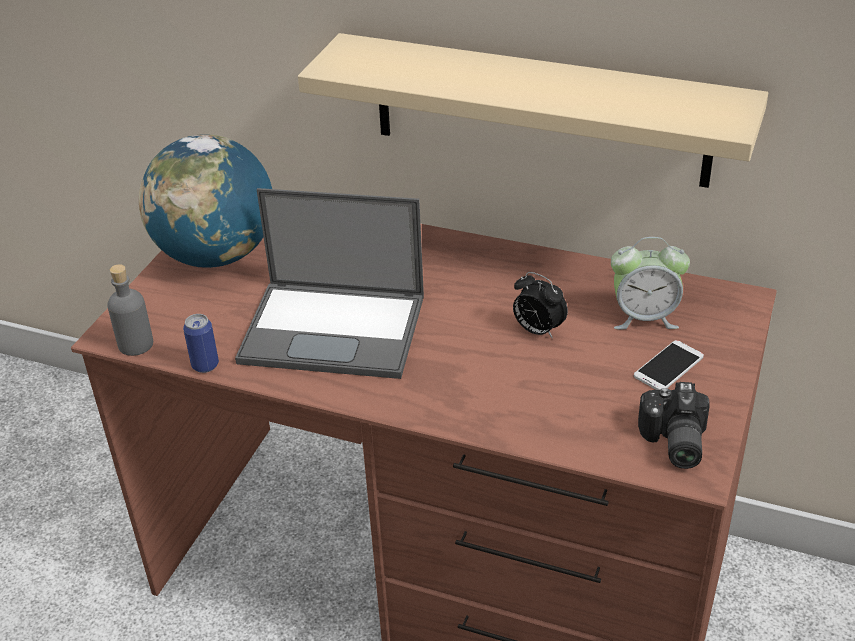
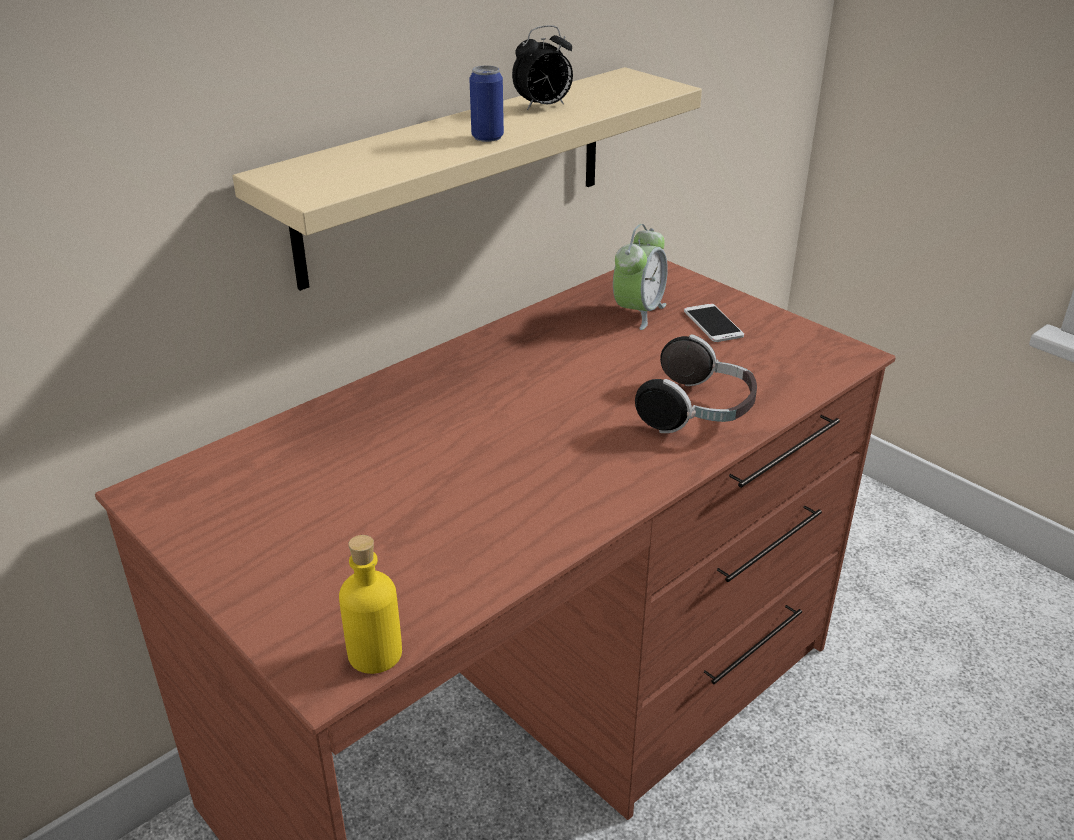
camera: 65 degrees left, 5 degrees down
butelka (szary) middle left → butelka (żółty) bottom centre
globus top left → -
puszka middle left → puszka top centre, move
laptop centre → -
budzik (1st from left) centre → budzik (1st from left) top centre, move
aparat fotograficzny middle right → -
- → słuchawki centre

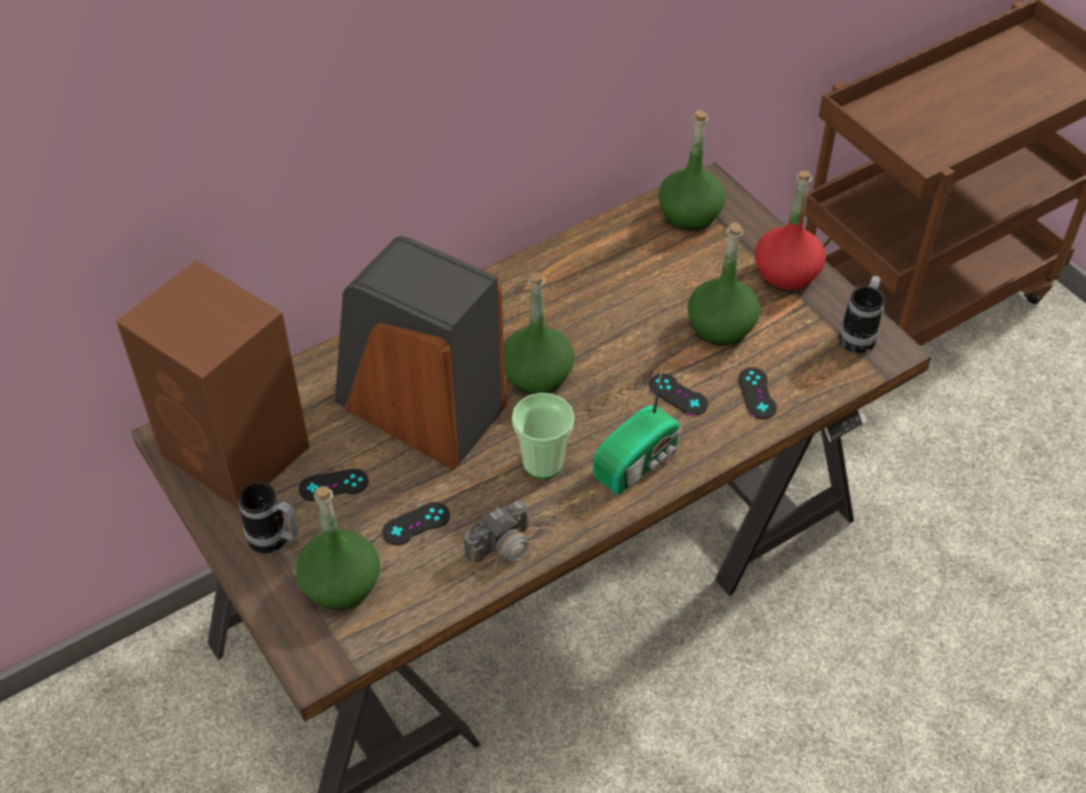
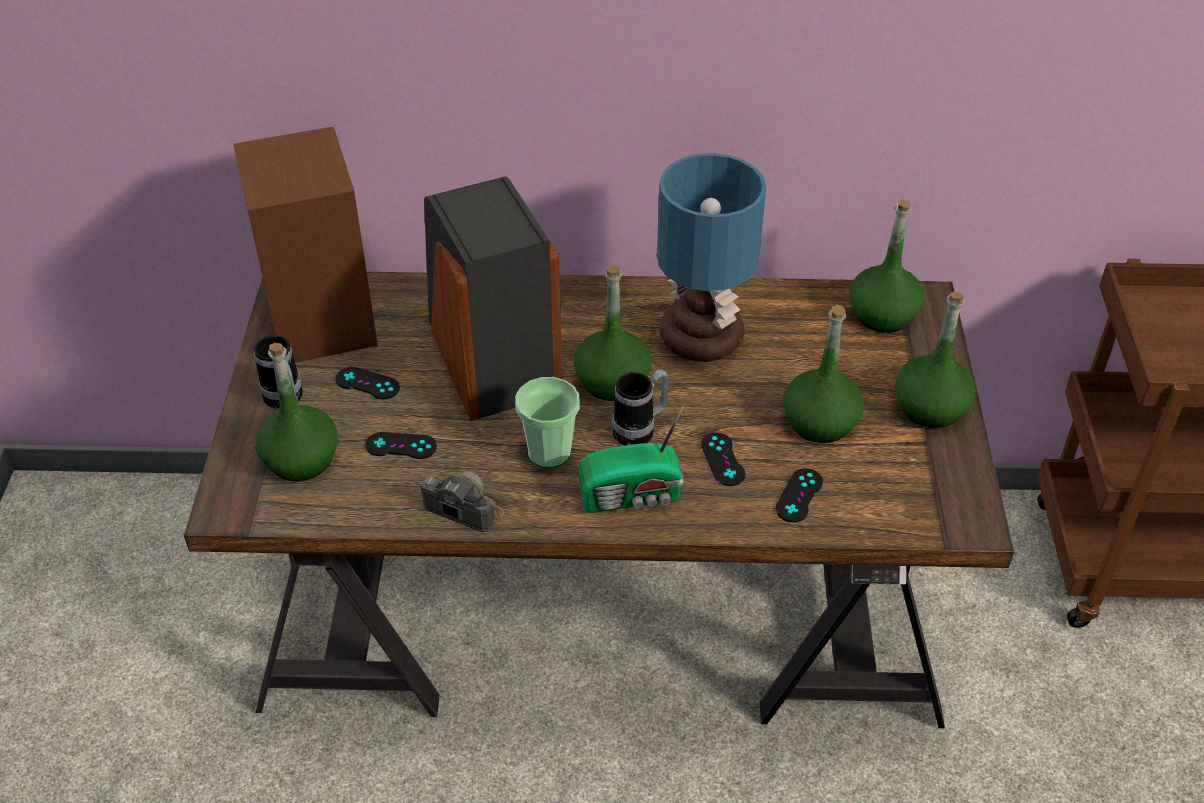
camera: 35 degrees right, 5 degrees down
aparat fotograficzny bottom centre → aparat fotograficzny centre, 150 degrees counterclockwise
butelka (czerwony) top right → butelka (zielony) (5th from left) middle right
kubek (2nd from left) middle right → kubek (2nd from left) centre, move
- → lampa stołowa top centre

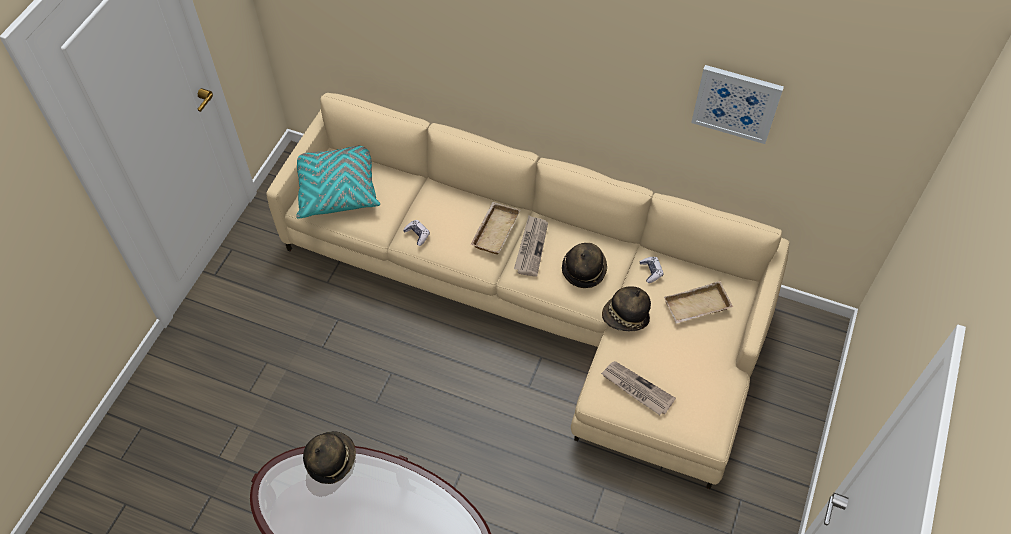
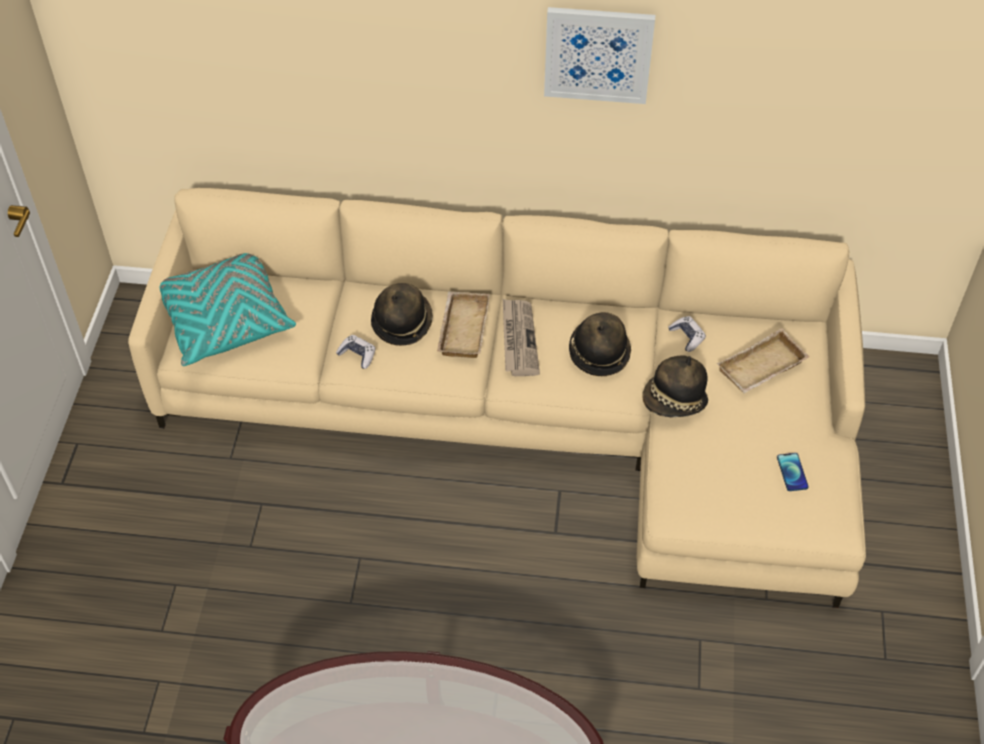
camera: 15 degrees left, 5 degrees down
kapelusz (1st from left) bottom left → kapelusz (1st from left) centre, move
gazeta (2nd from left) bottom centre → -
obraz top right → obraz top centre, move
- → telefon middle right

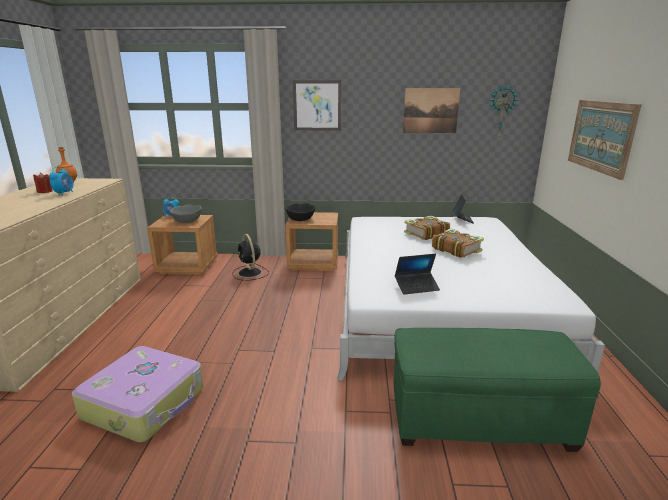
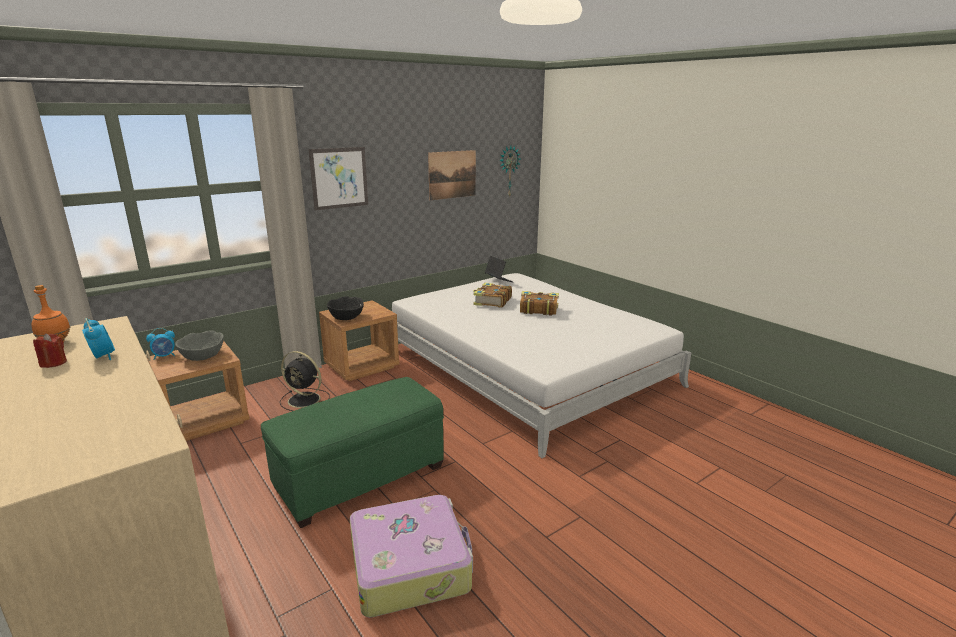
camera: 40 degrees left, 0 degrees up
pufa (zielony) bottom right → pufa (zielony) bottom centre, move
laptop (1st from left) centre → -
obraz (3rd from left) top right → -

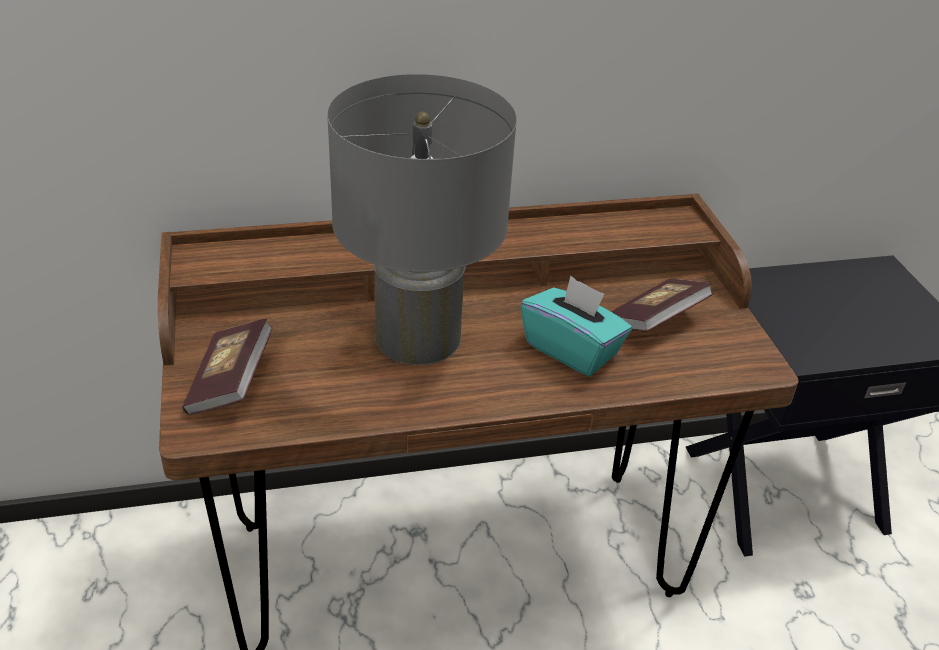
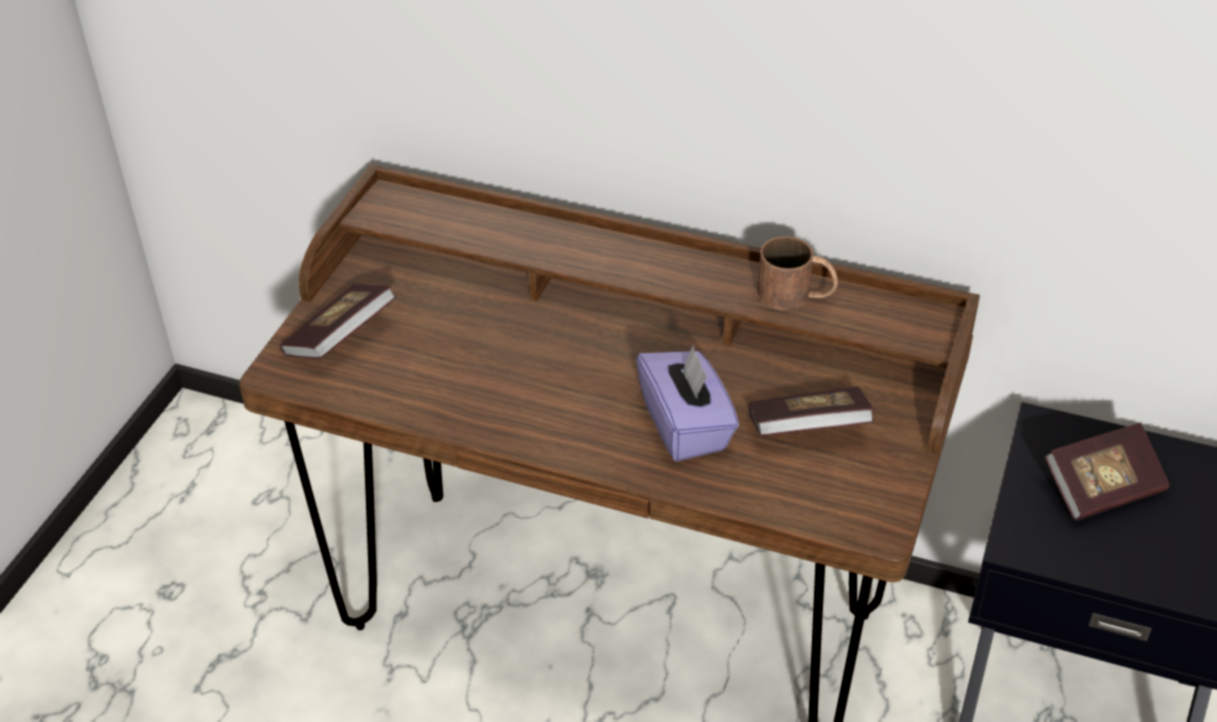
camera: 35 degrees right, 5 degrees up
lampa stołowa (szary) centre → -
pudełko chusteczek (turkusowy) centre → pudełko chusteczek (fioletowy) centre
- → kubek (brązowy) centre
- → książka (3rd from left) middle right

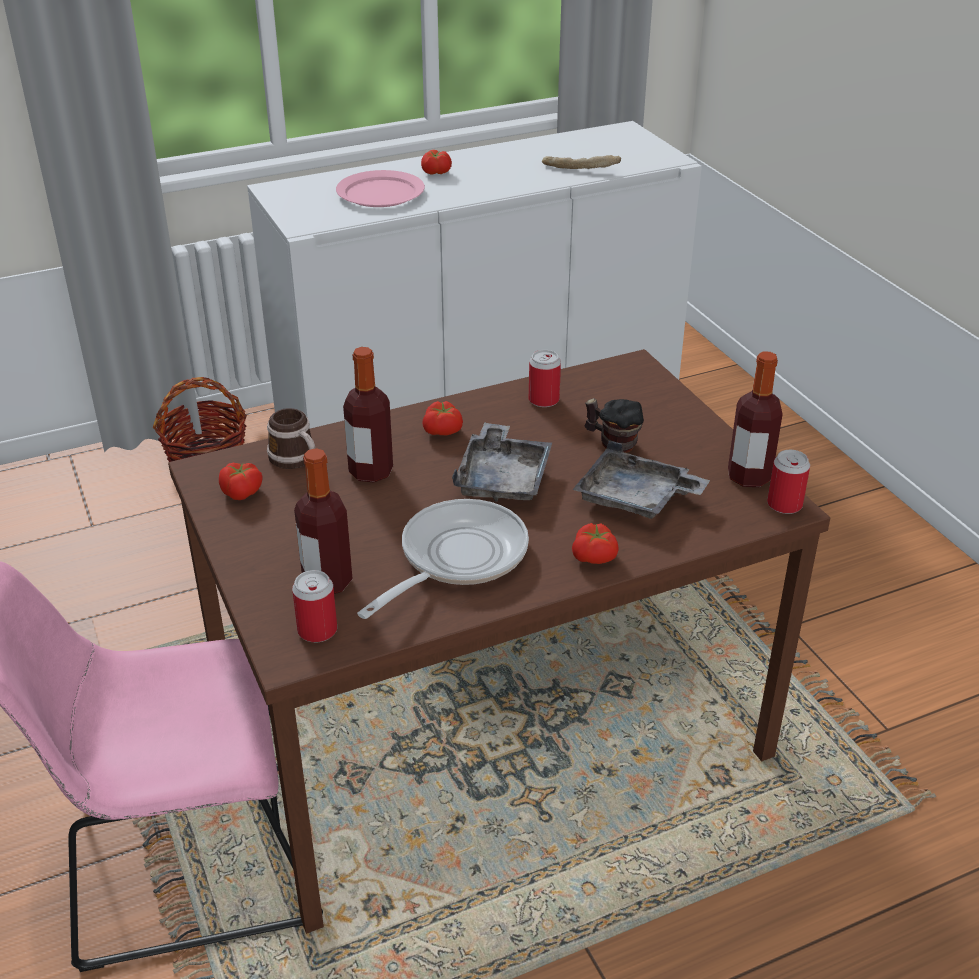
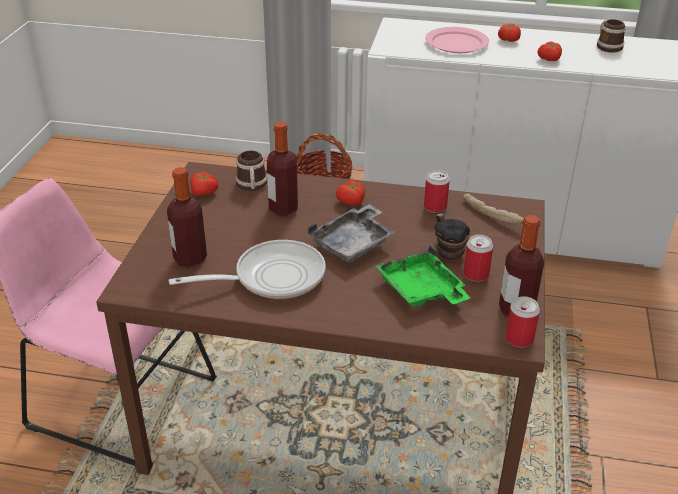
camera: 35 degrees right, 0 degrees up
puszka (1st from left in the first image) middle left → puszka (2nd from left) middle right, move
chleb top centre → chleb middle right, move
taca (szary) (2nd from left) centre → taca (zielony) centre
pomidor (4th from left) centre → pomidor (4th from left) top right, move
- → kubek (3rd from left) top right

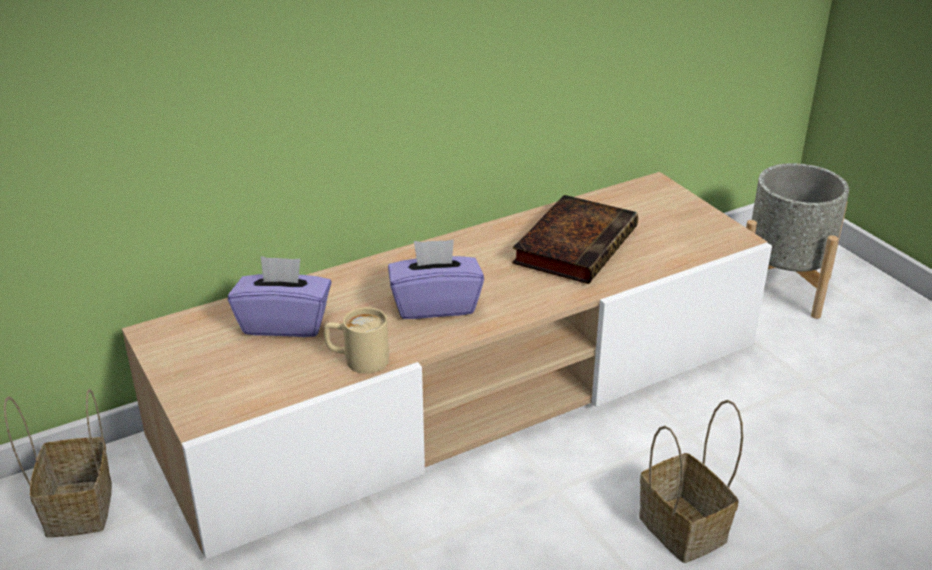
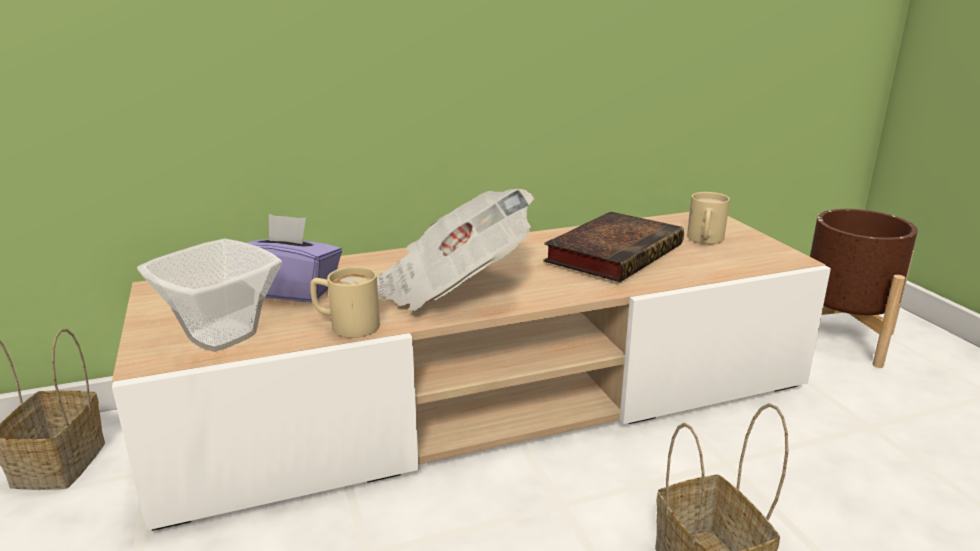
camera: 10 degrees right, 10 degrees down
pudełko chusteczek (fioletowy) (2nd from left) centre → gazeta centre
donica (szary) middle right → donica (brązowy) middle right
- → miska middle left
- → kubek (beżowy) (2nd from left) middle right

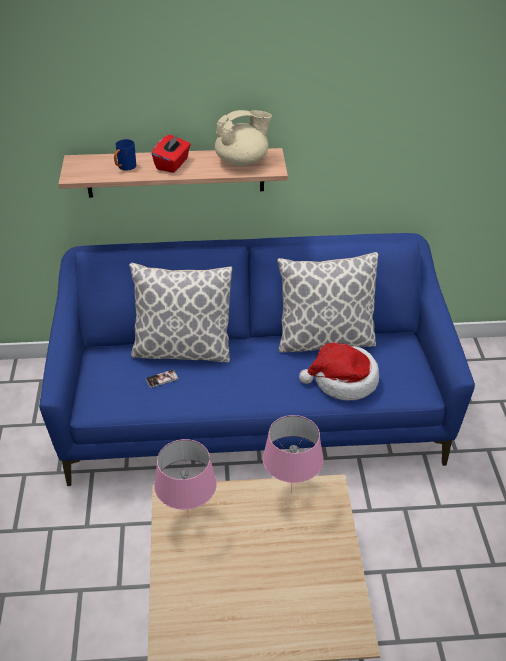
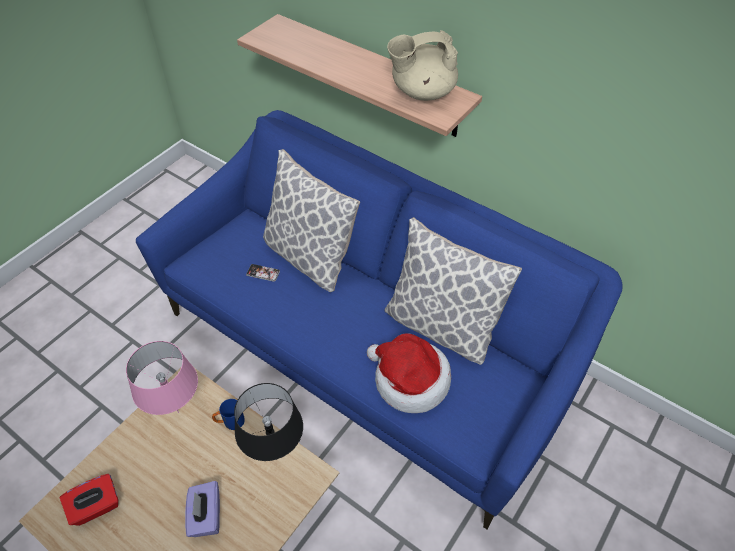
camera: 40 degrees right, 10 degrees up
kubek (niebieski) top left → kubek (niebieski) bottom left, move
pudełko chusteczek (czerwony) top centre → pudełko chusteczek (czerwony) bottom left, move
imbryk (beżowy) top centre, 150 degrees clockwise
lampa stołowa (różowy) (2nd from left) bottom centre → lampa stołowa (czarny) bottom centre
- → pudełko chusteczek (fioletowy) bottom left

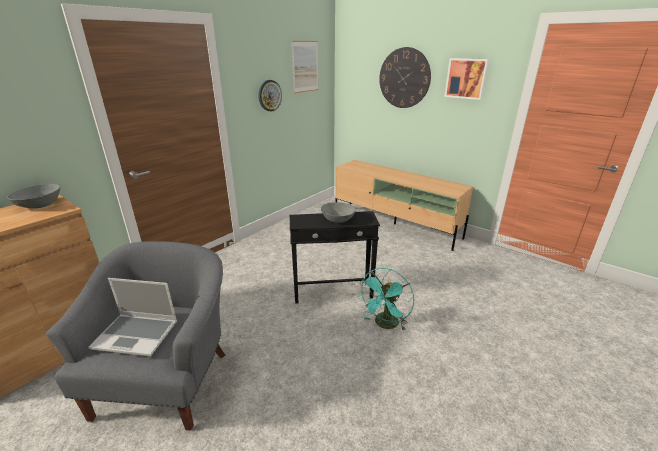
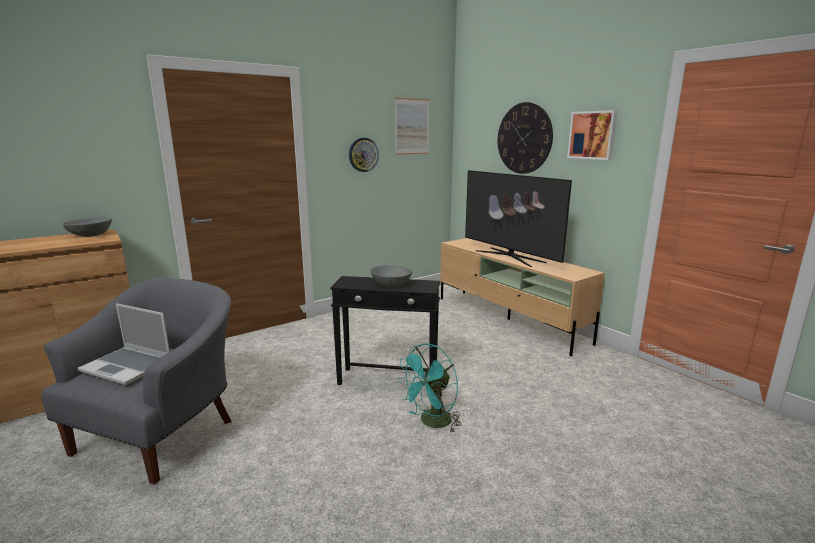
camera: 15 degrees right, 10 degrees down
- → telewizor centre

